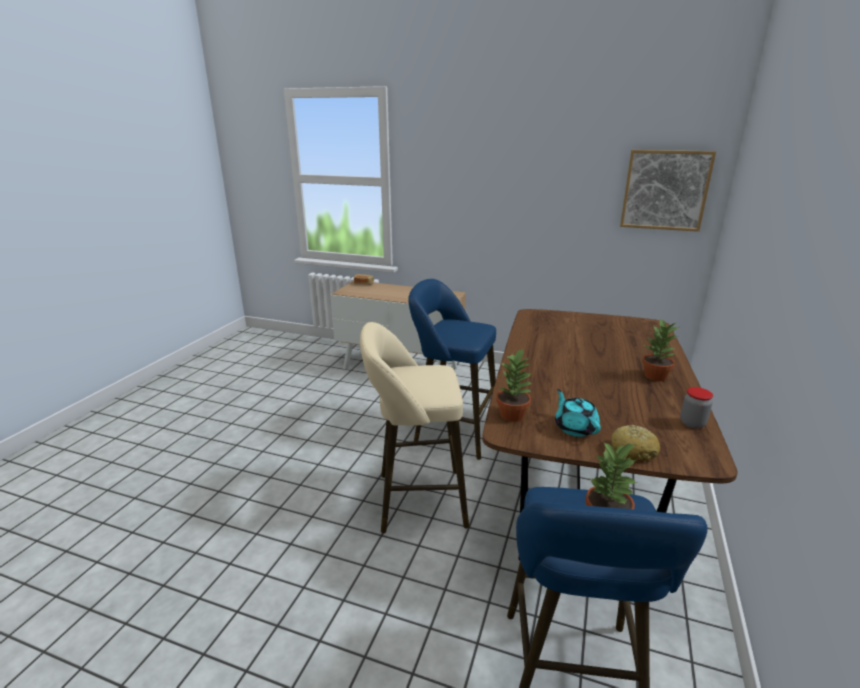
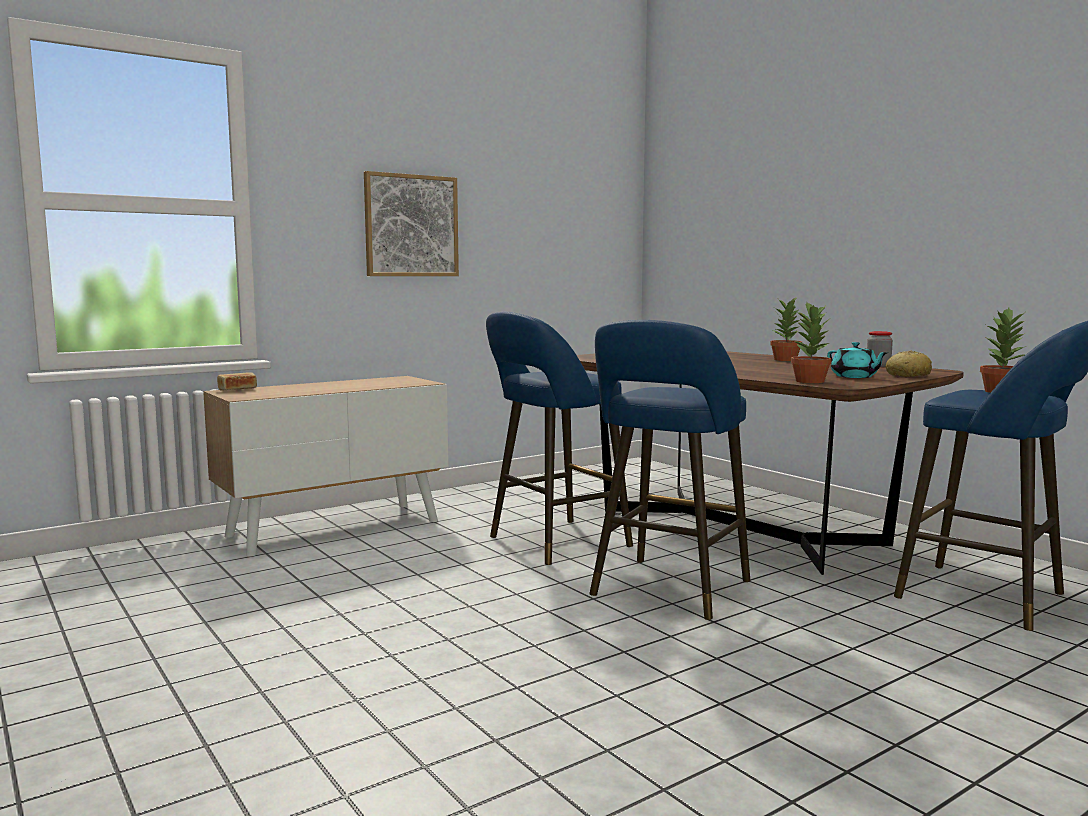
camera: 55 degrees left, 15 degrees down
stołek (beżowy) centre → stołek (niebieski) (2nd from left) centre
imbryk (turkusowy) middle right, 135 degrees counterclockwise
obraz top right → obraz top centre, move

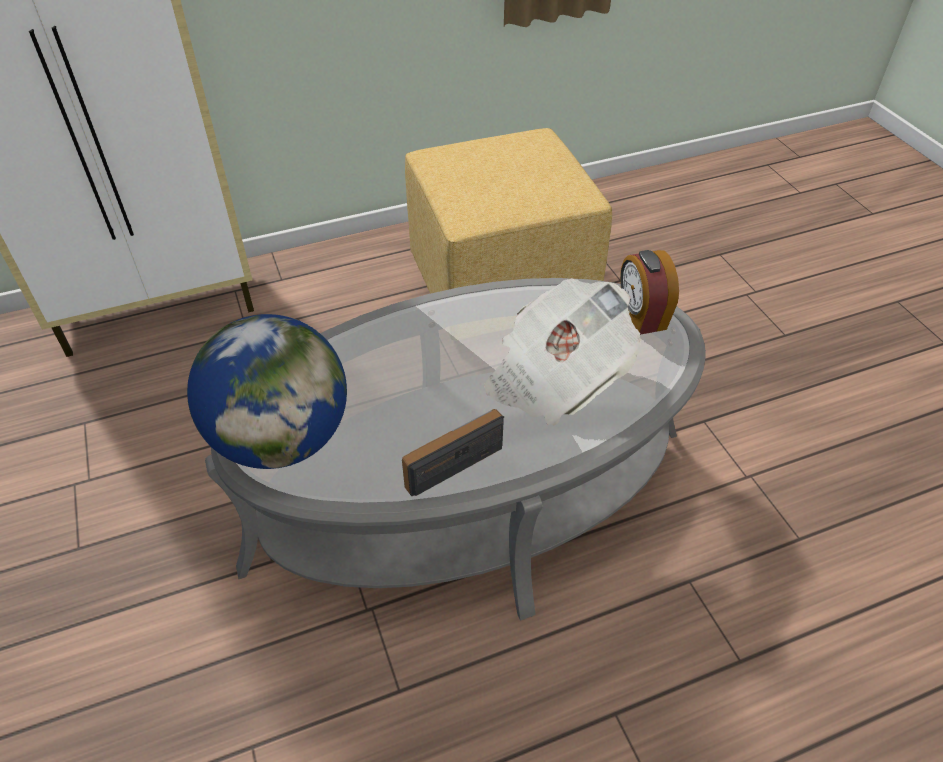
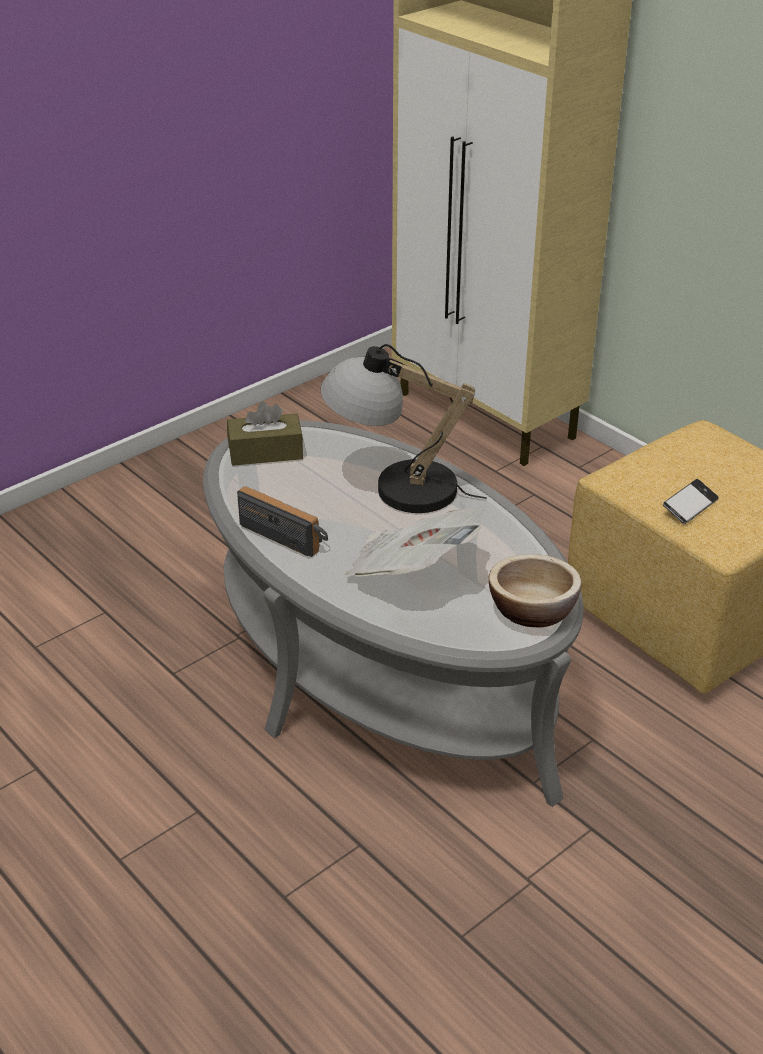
camera: 70 degrees right, 10 degrees down
globus middle left → pudełko chusteczek (brązowy) centre
budzik middle right → miska middle right
- → lampa stołowa centre
- → telefon middle right

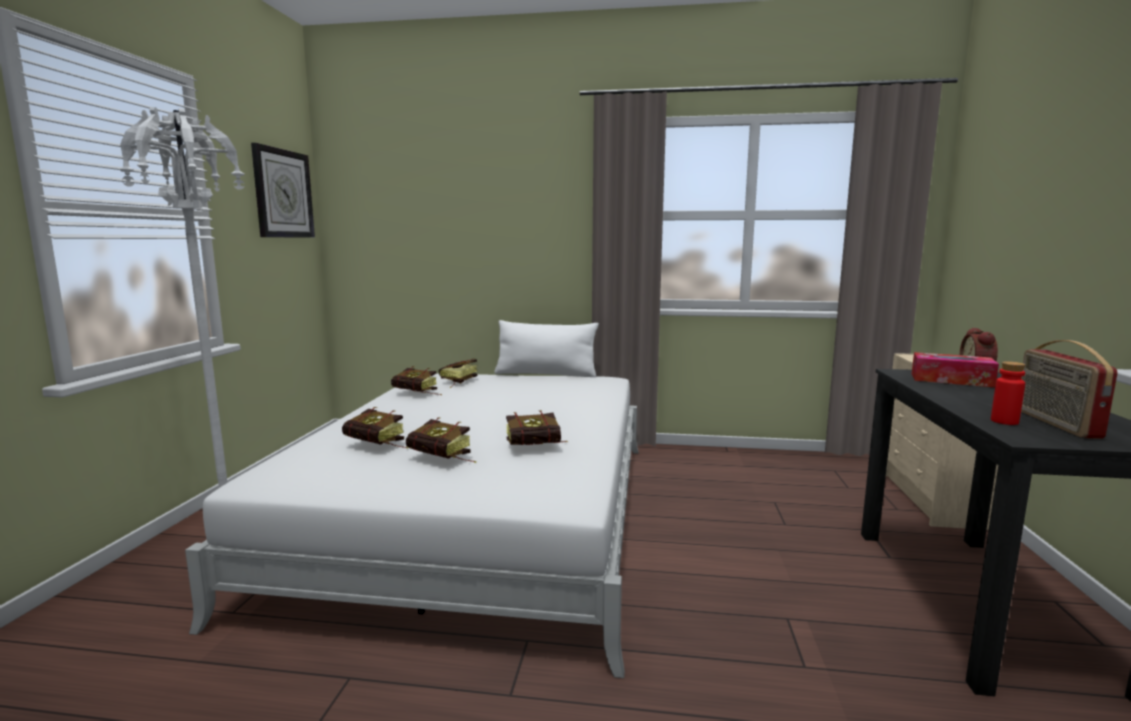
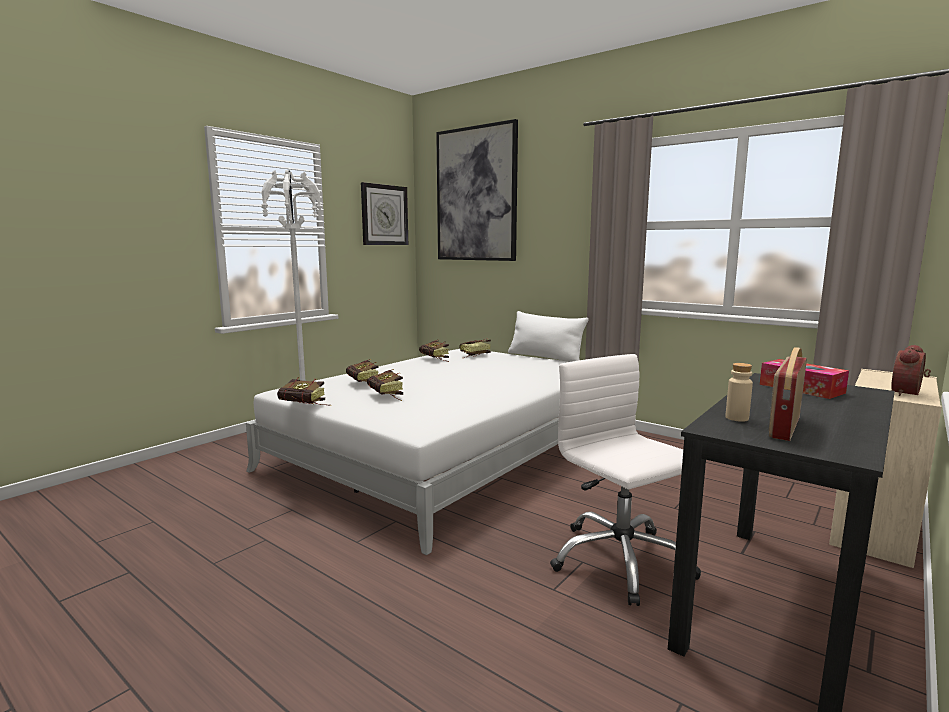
camera: 30 degrees right, 0 degrees up
książka (5th from left in the first image) centre → książka (1st from left) middle left, move
butelka (czerwony) middle right → butelka (beżowy) middle right
- → obraz top centre
- → krzesło biurowe (biały) bottom centre

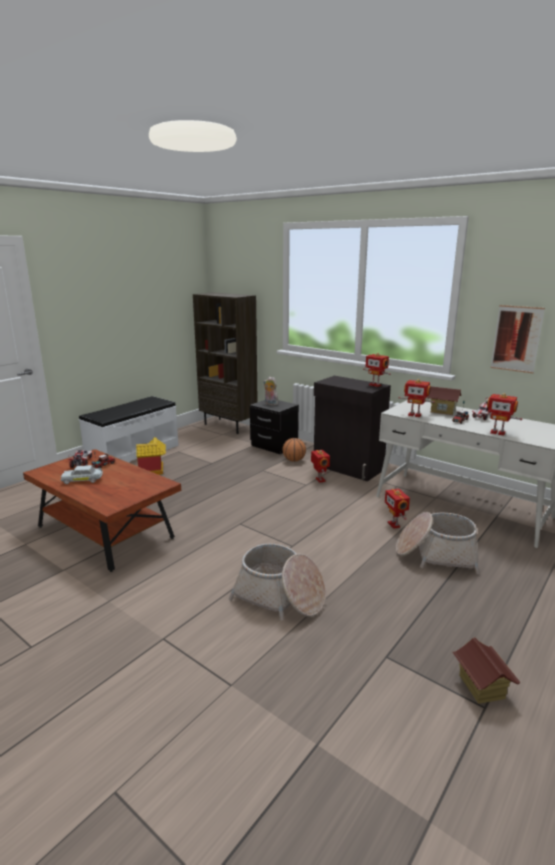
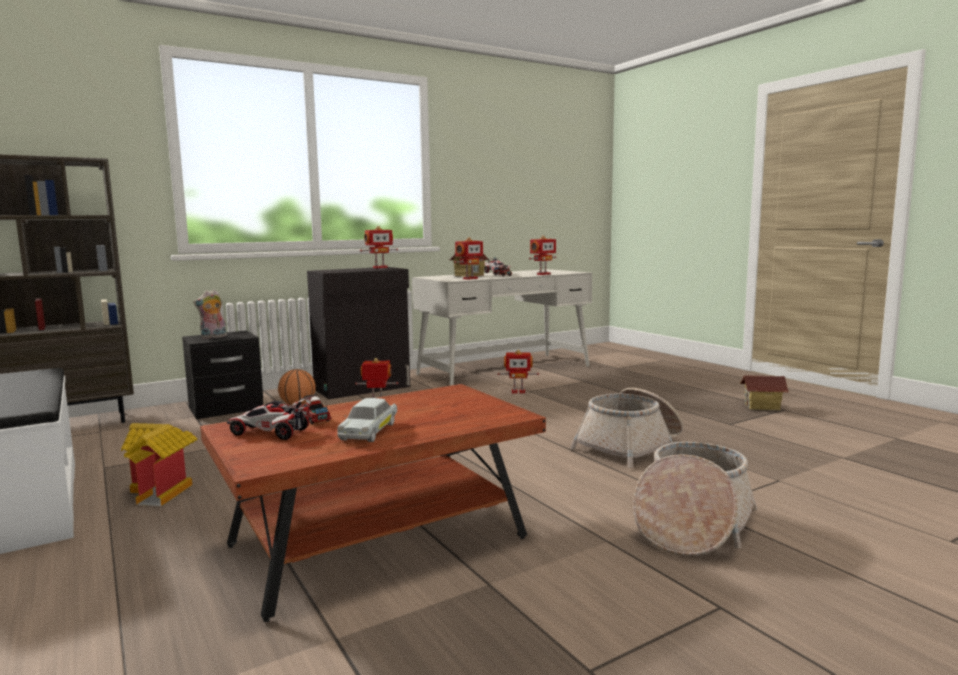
camera: 70 degrees left, 10 degrees down
koszyk (2nd from left) middle right → koszyk (2nd from left) bottom right, move
obraz middle right → -

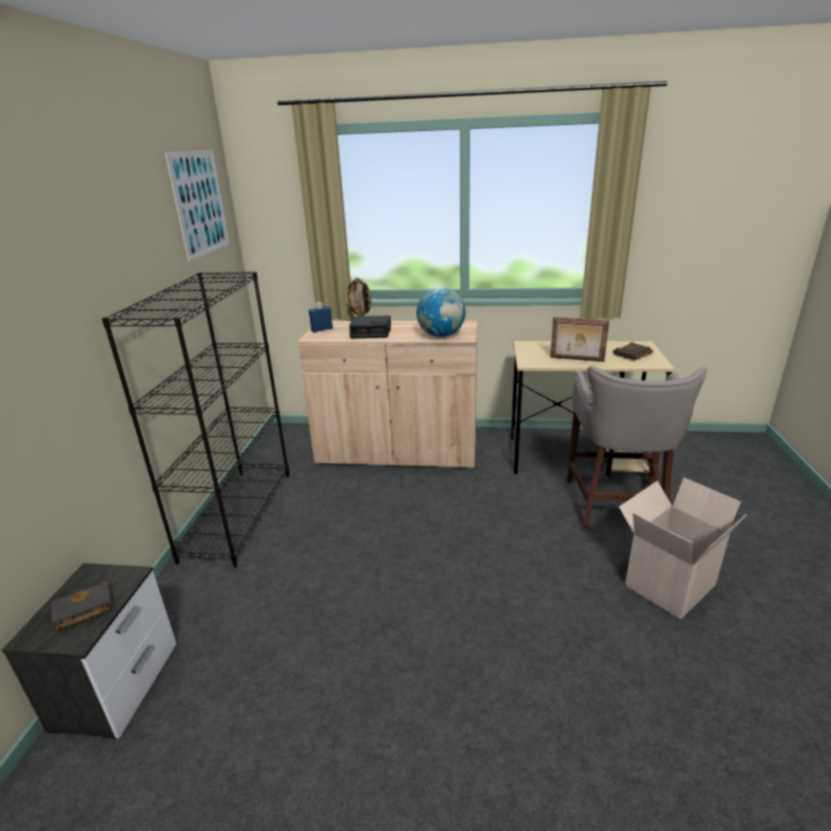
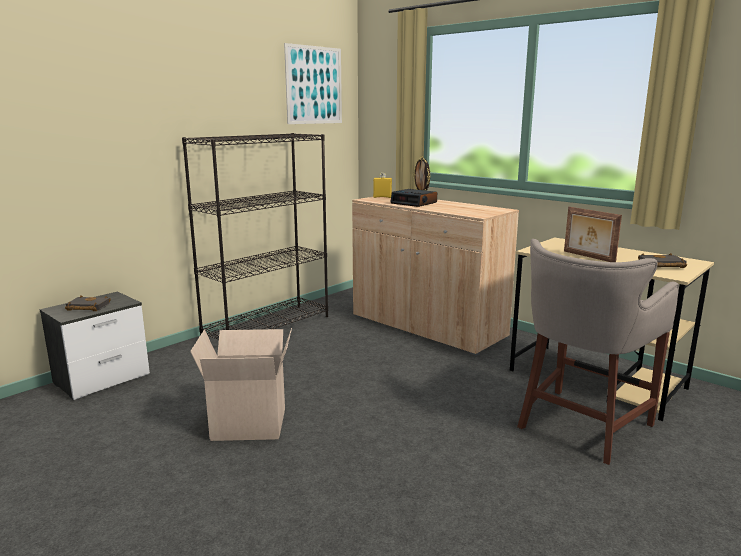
camera: 35 degrees right, 10 degrees down
butelka (niebieski) centre → butelka (żółty) top centre
globus centre → -
karton middle right → karton bottom left, move

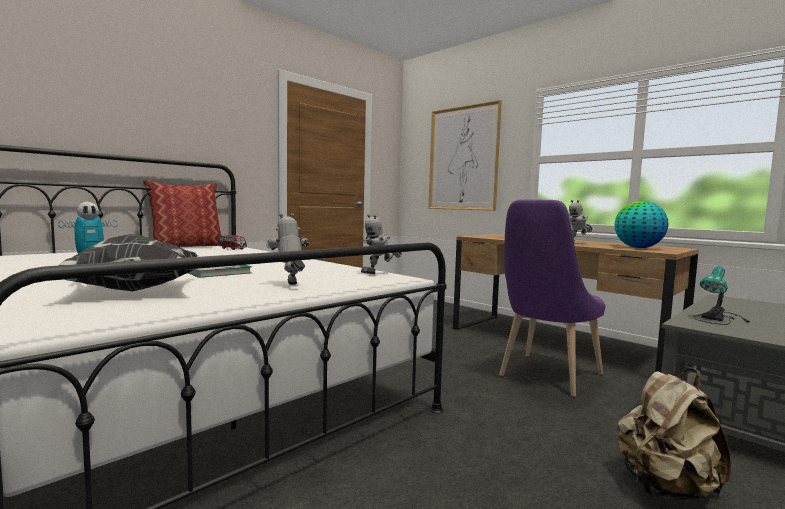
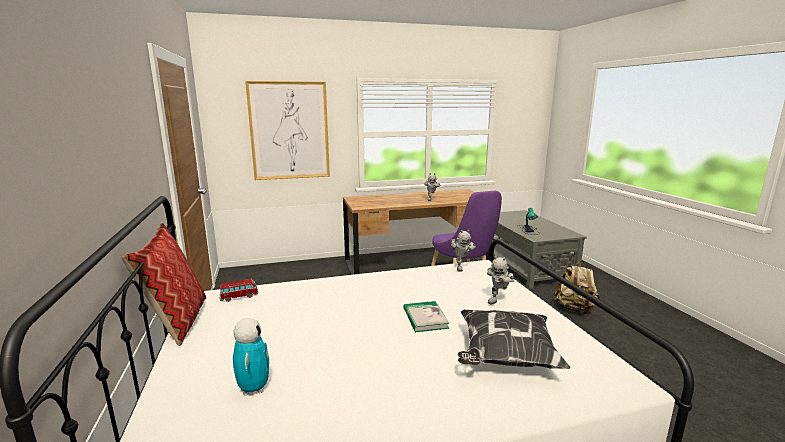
camera: 60 degrees left, 10 degrees up
robot zabawkowy (2nd from left in the first image) centre → robot zabawkowy (4th from left) centre, 60 degrees counterclockwise
globus middle right → -

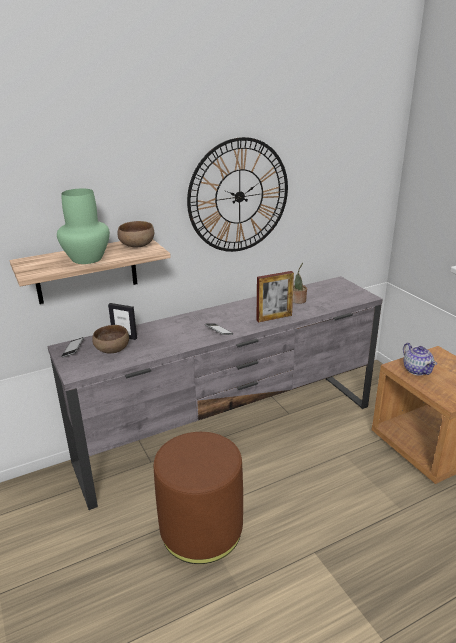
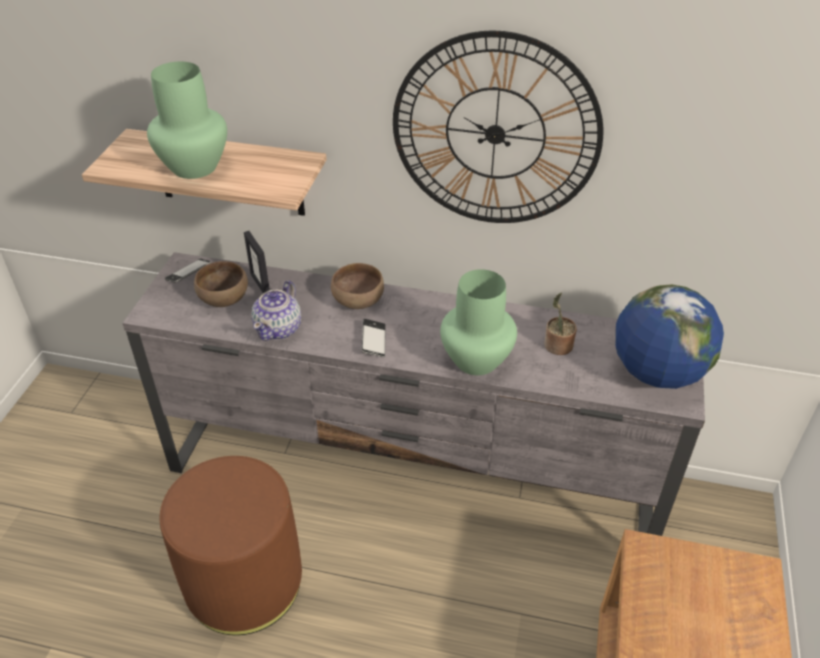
camera: 40 degrees right, 15 degrees up
miska (brązowy) (2nd from left) middle left → miska (brązowy) (2nd from left) centre, move
ramka na zdjęcie (2nd from left) centre → wazon (zielony) (2nd from left) centre
imbryk middle right → imbryk centre, move
- → globus middle right

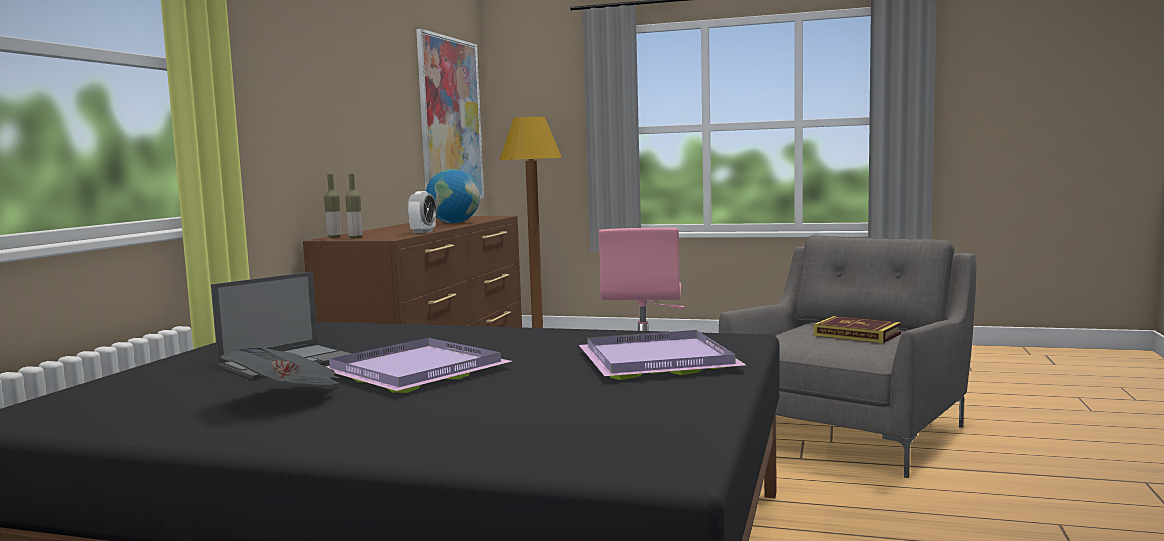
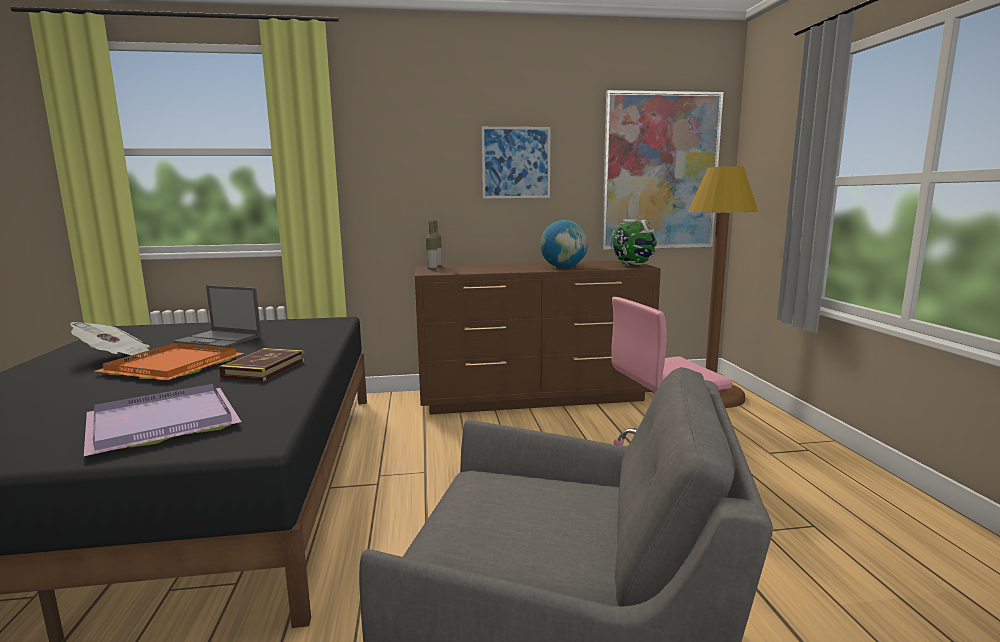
camera: 65 degrees right, 5 degrees up
taca (fioletowy) (1st from left) bottom centre → taca (pomarańczowy) middle left
budzik centre → -
książka middle right → książka middle left, move
- → obraz (1st from left) top centre
- → globus (2nd from left) centre

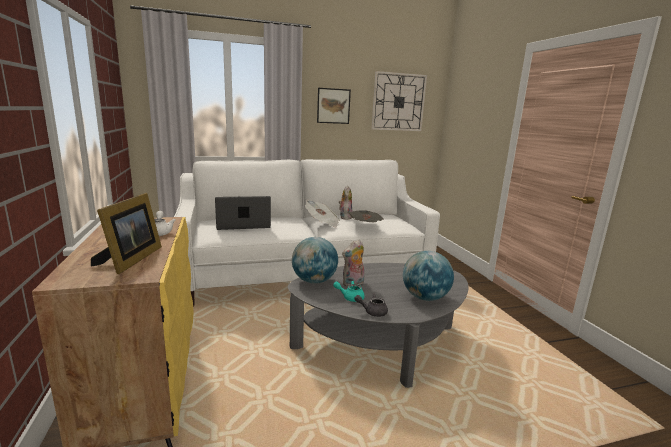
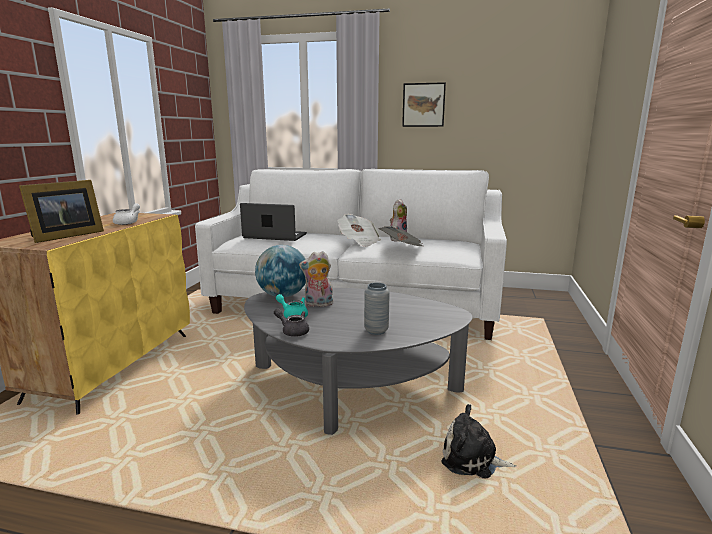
camera: 30 degrees right, 0 degrees up
zegar ścienny top centre → -
globus (2nd from left) centre → wazon (szary) centre
- → pluszak (3rd from left) bottom right

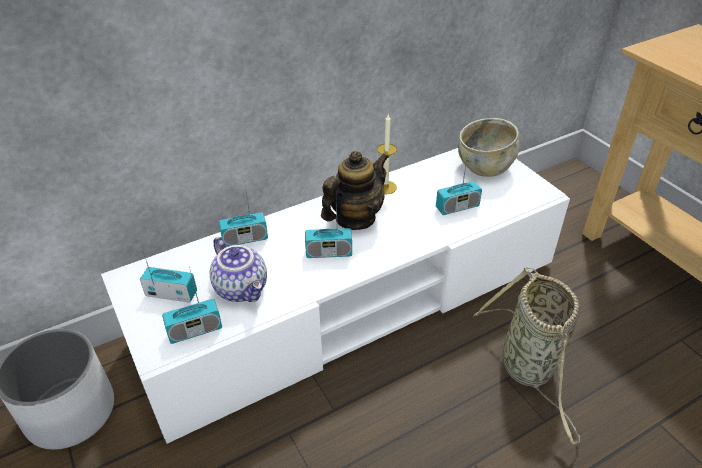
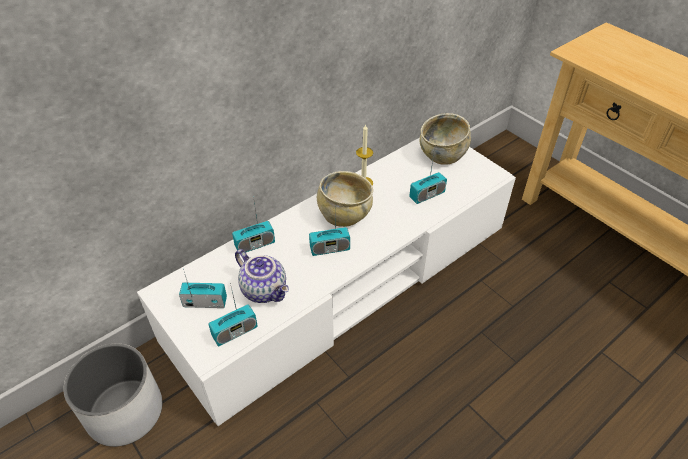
camera: 10 degrees left, 5 degrees up
imbryk (2nd from left) centre → miska (beżowy) (1st from left) centre
koszyk bottom right → -

